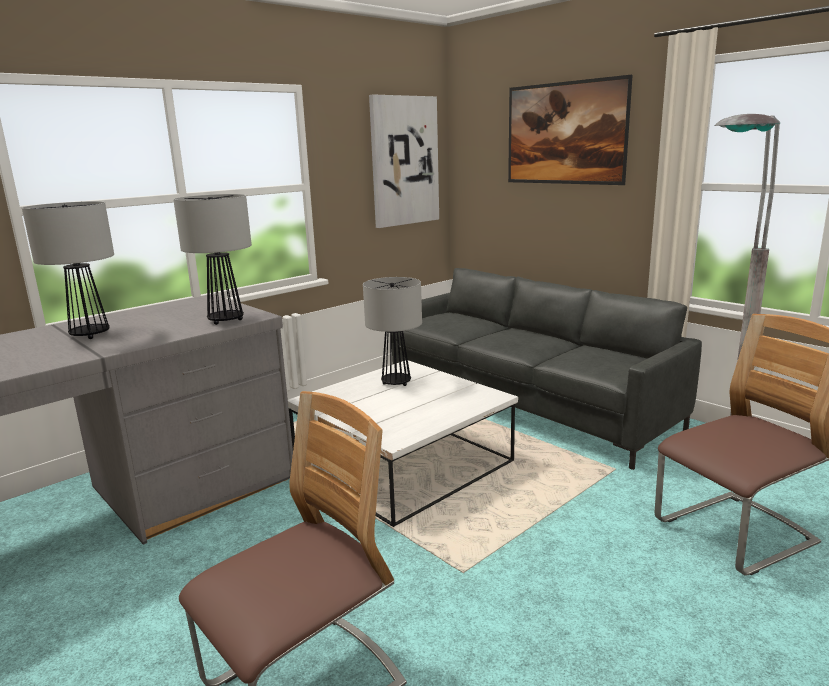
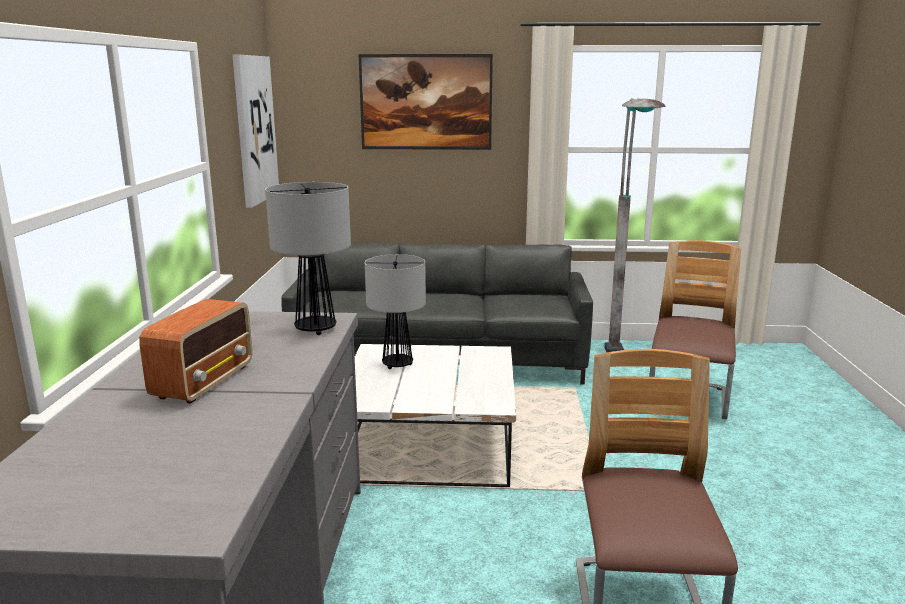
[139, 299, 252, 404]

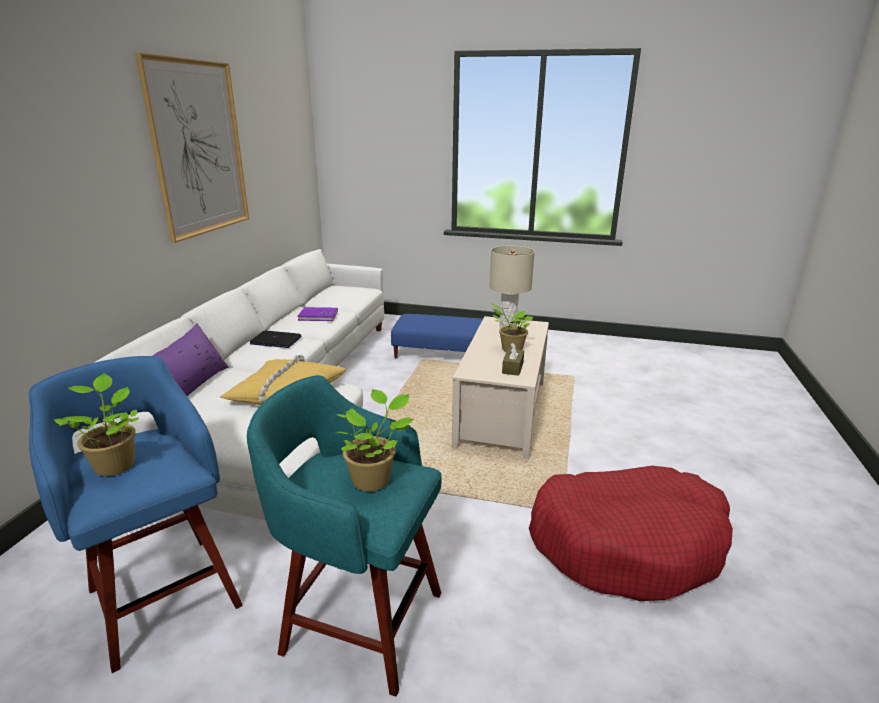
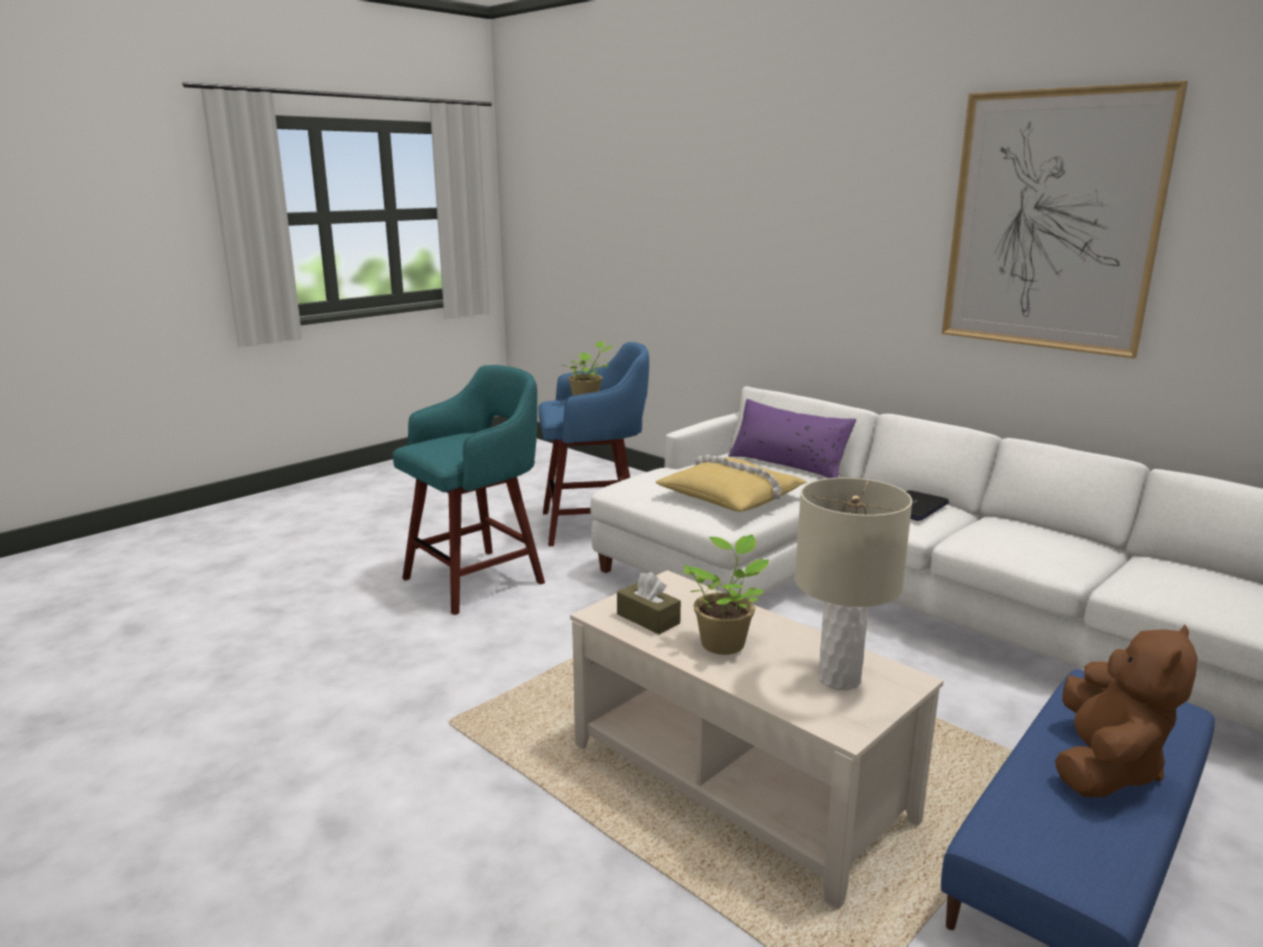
[297, 307, 338, 321] (first image)
[336, 389, 414, 492] (first image)
[529, 466, 733, 601] (first image)
[1055, 624, 1197, 797]

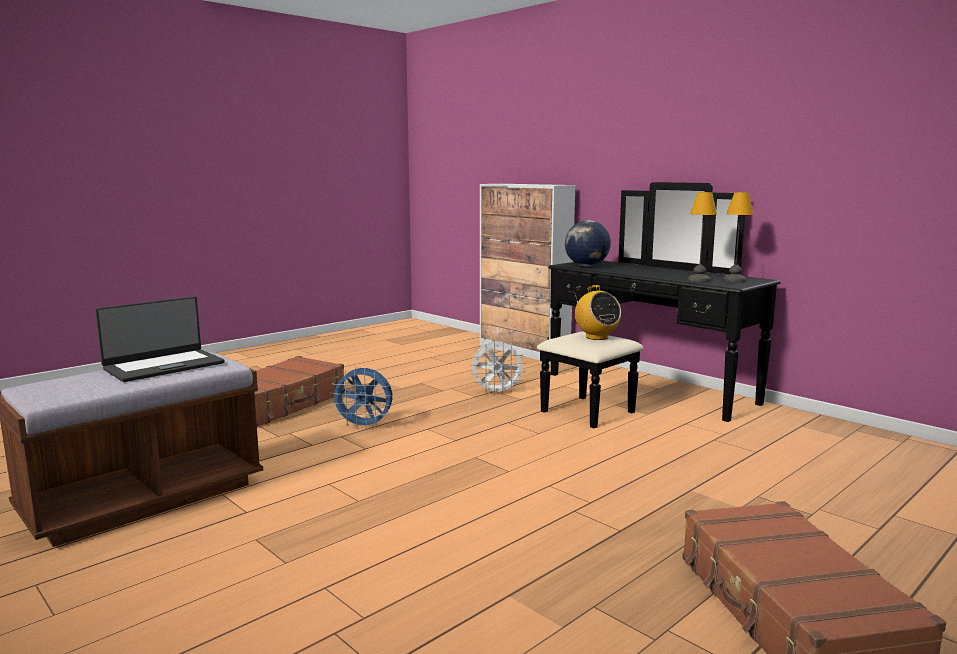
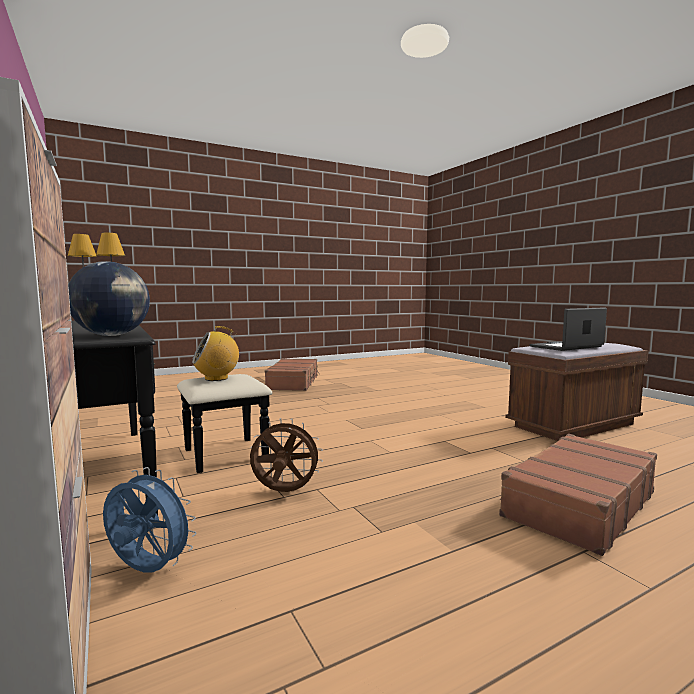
[192, 326, 239, 381]
[250, 418, 323, 492]
[103, 467, 197, 572]

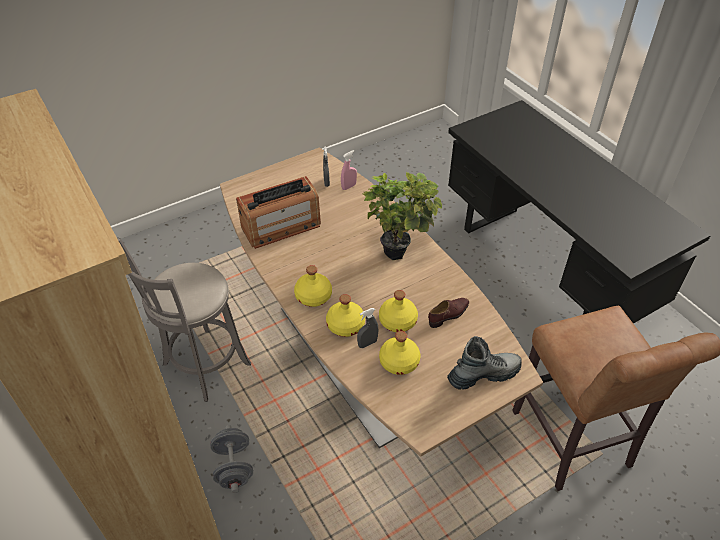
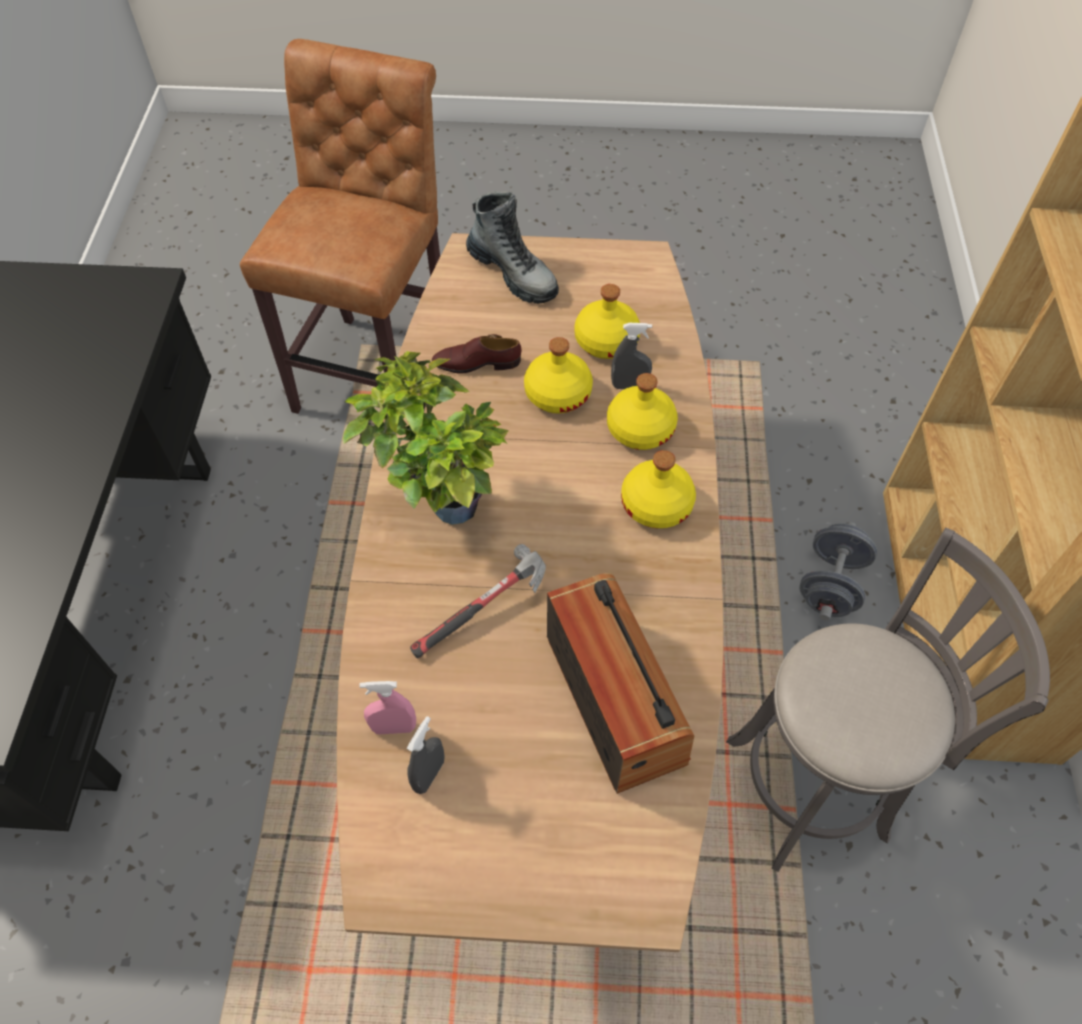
[547, 573, 694, 794]
[466, 191, 559, 304]
[410, 544, 546, 659]

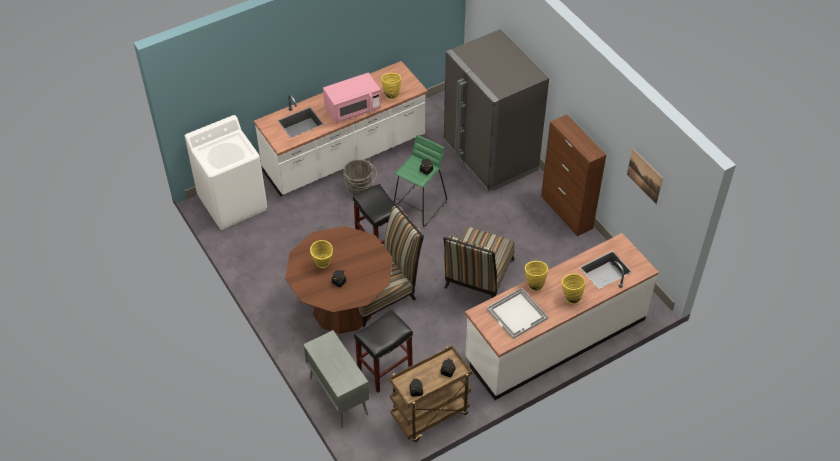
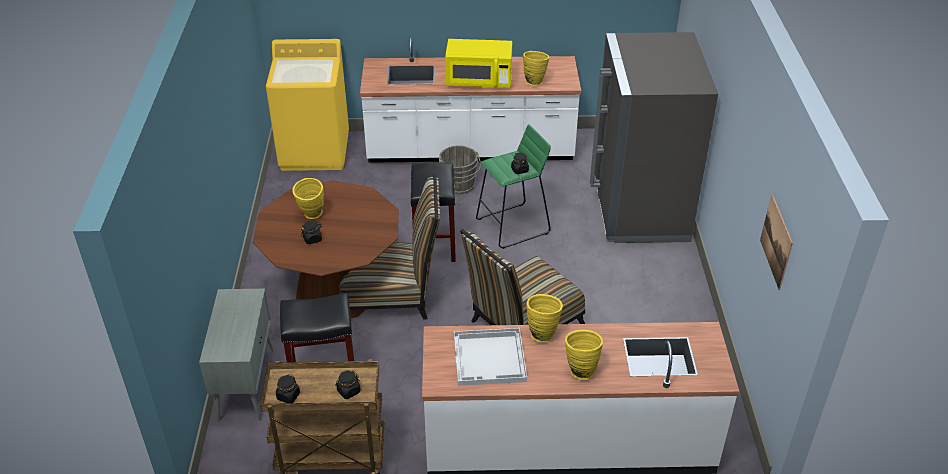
[445, 39, 512, 88]
[541, 114, 606, 236] (first image)
[266, 39, 349, 171]

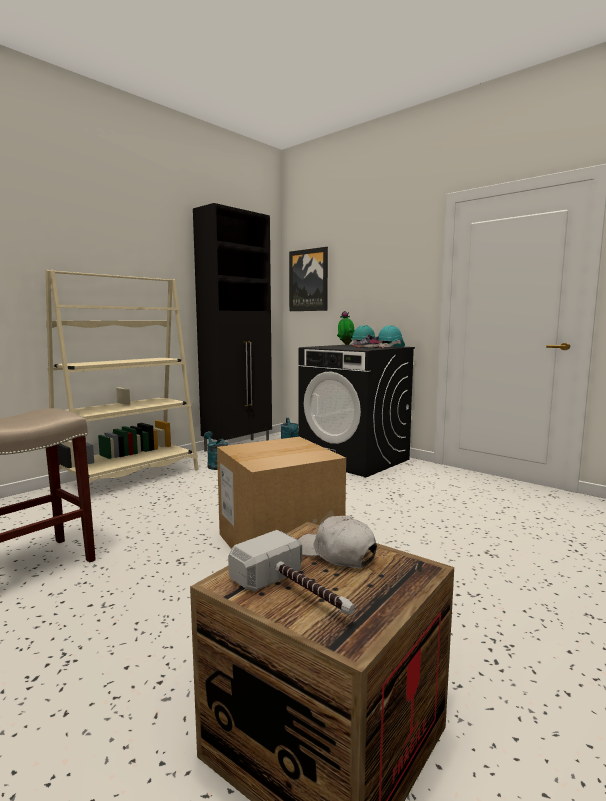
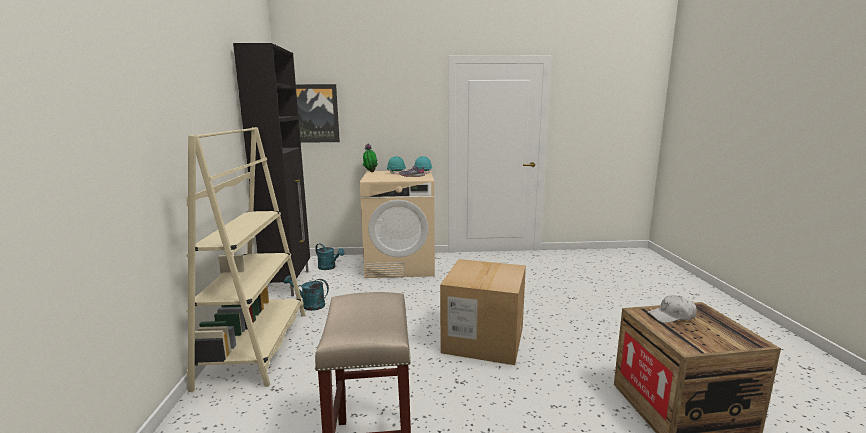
[360, 171, 435, 278]
[228, 530, 355, 615] (first image)

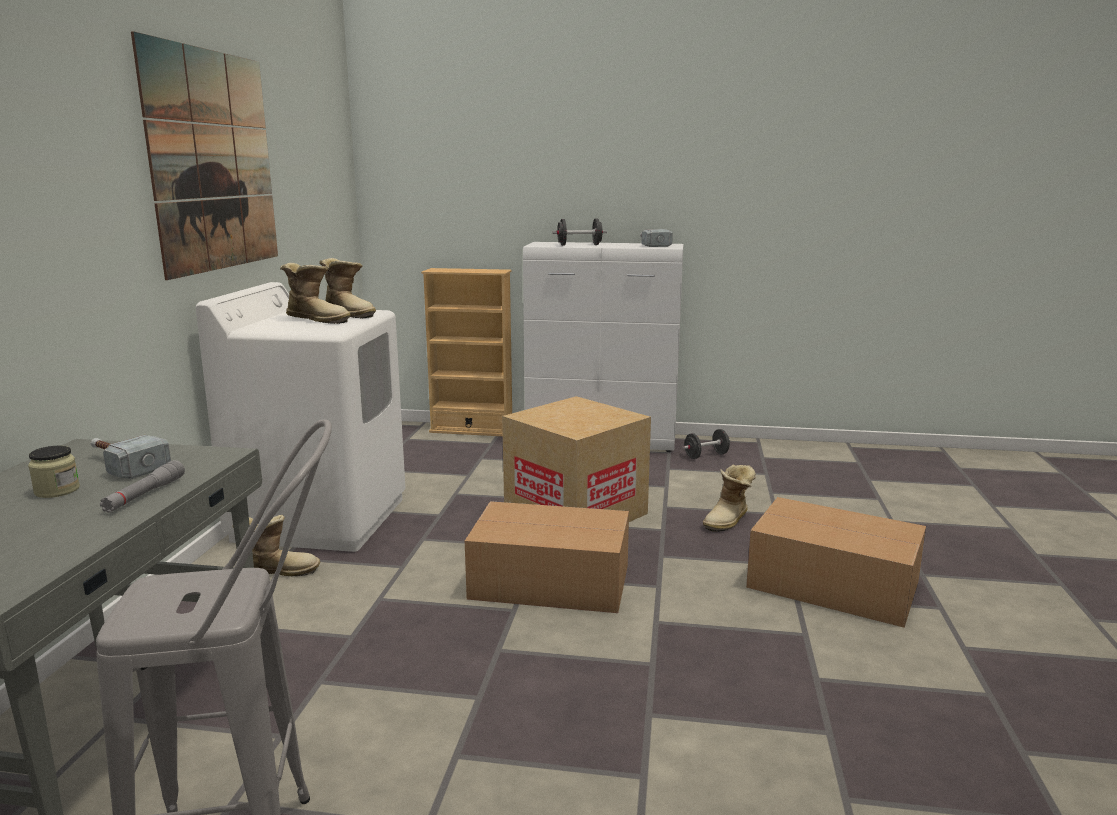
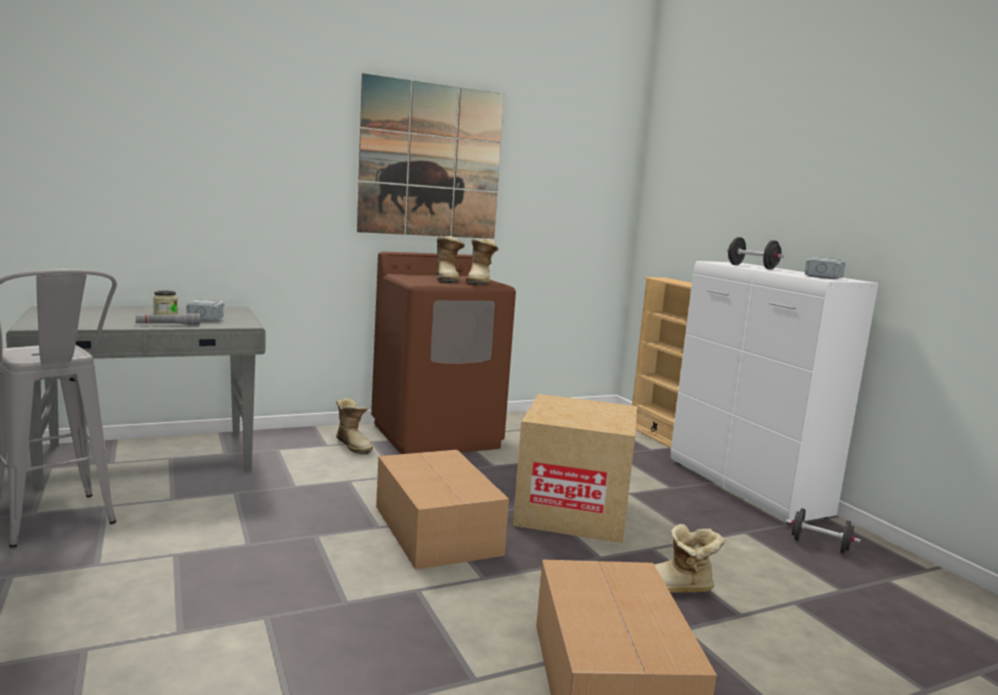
[371, 252, 516, 454]

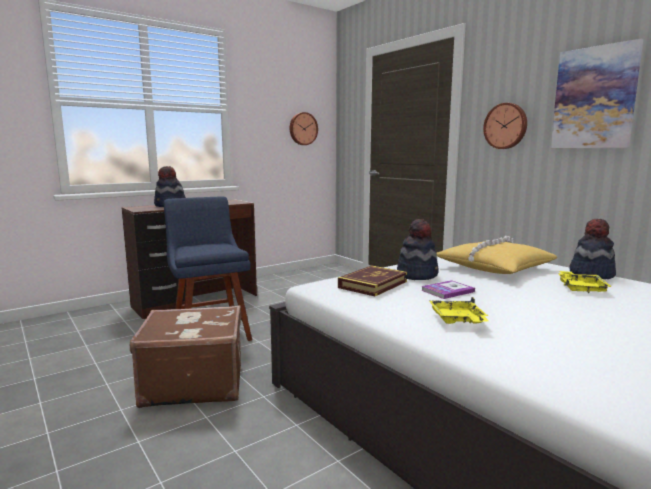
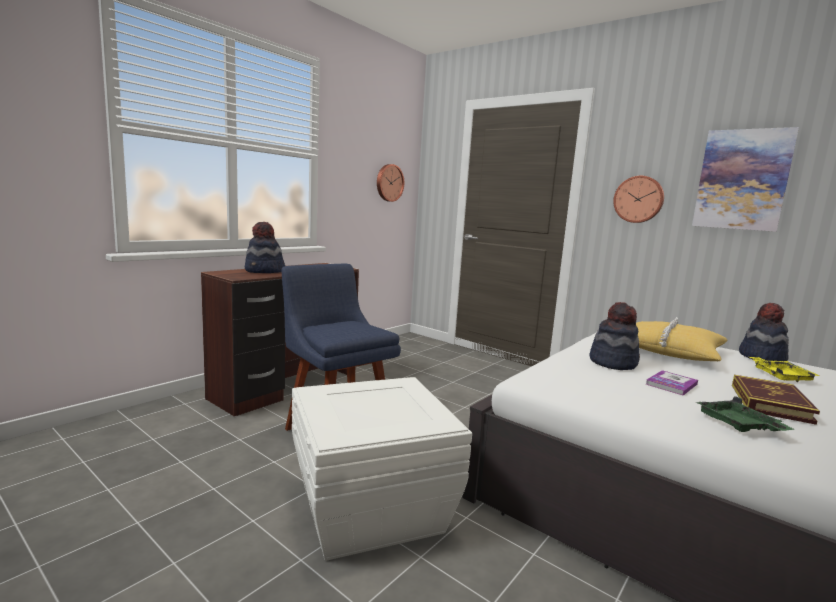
[732, 375, 820, 425]
[696, 396, 794, 432]
[292, 377, 472, 561]

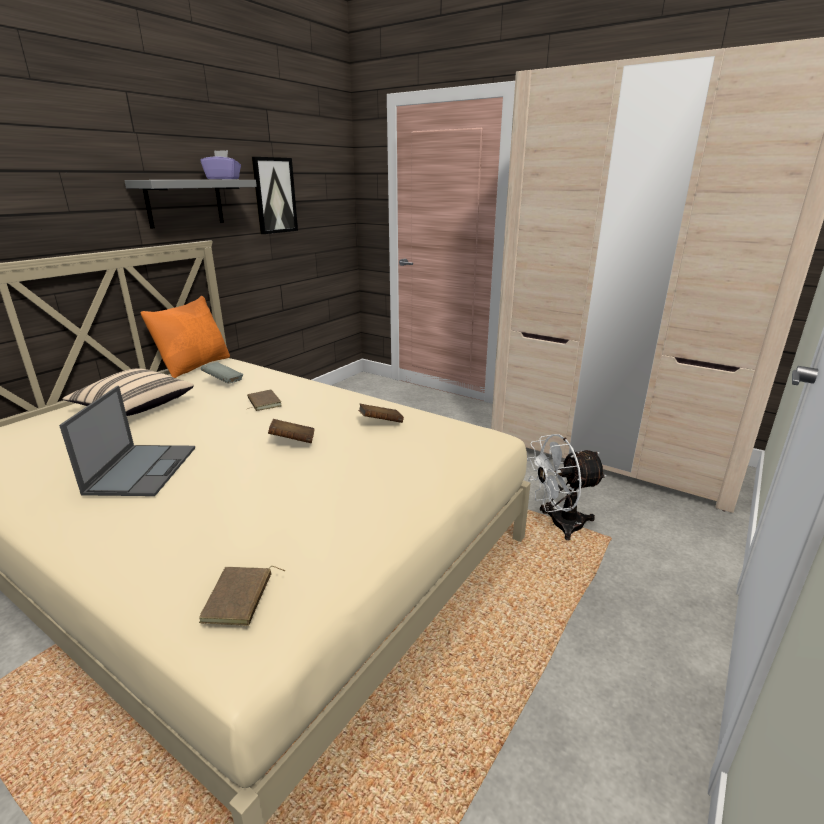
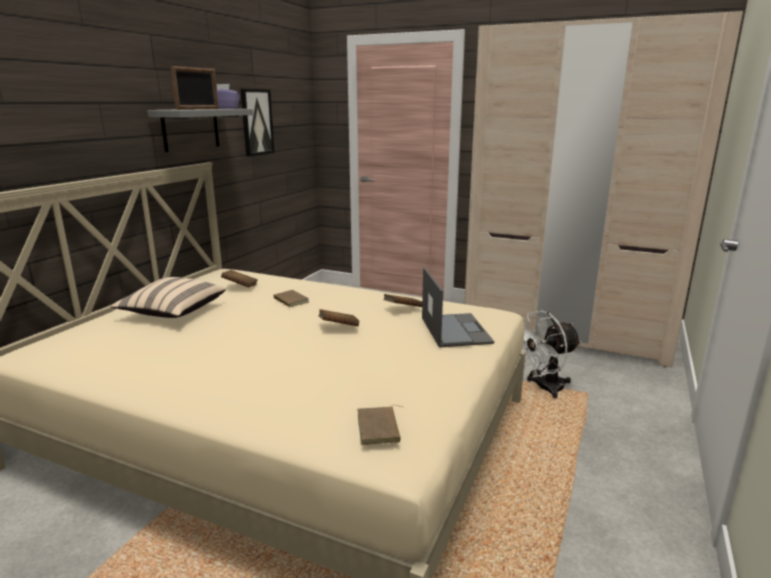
[140, 296, 230, 378] (first image)
[221, 270, 258, 288]
[422, 267, 494, 348]
[170, 66, 219, 110]

